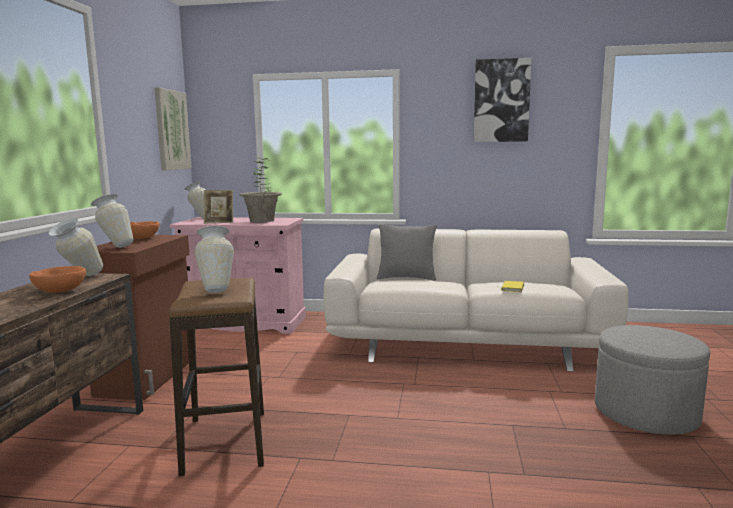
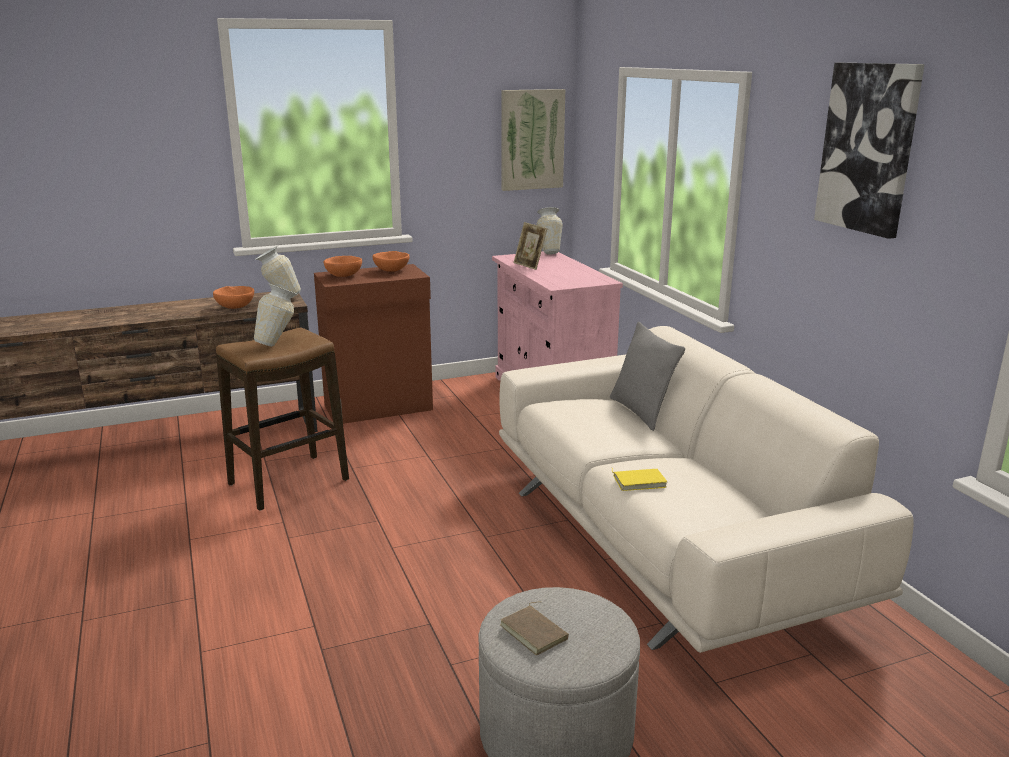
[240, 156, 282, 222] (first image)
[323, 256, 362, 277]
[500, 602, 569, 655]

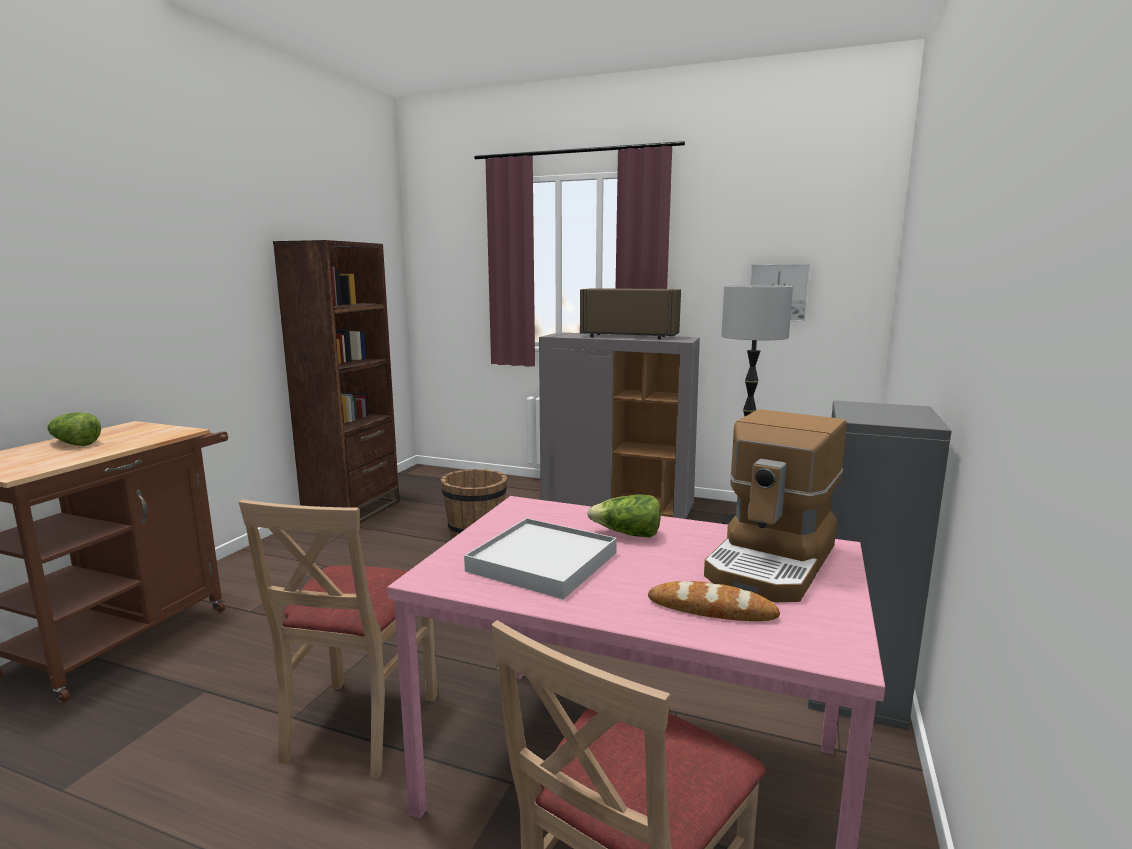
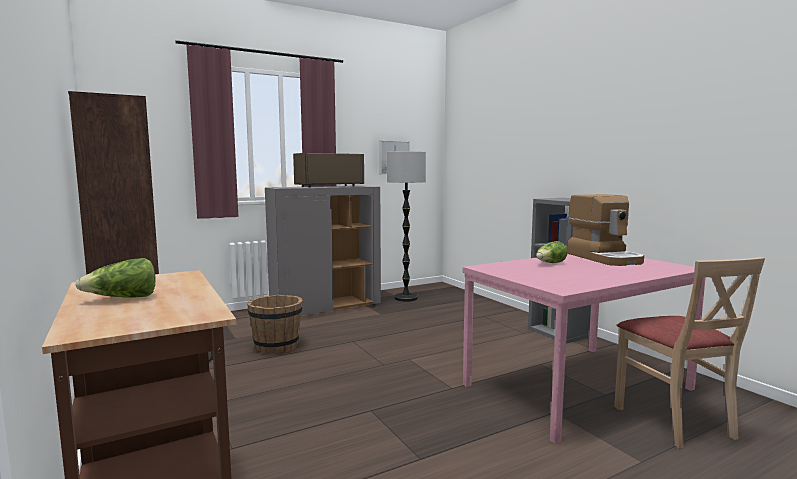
[239, 499, 437, 778] (first image)
[464, 518, 617, 599] (first image)
[648, 581, 780, 621] (first image)

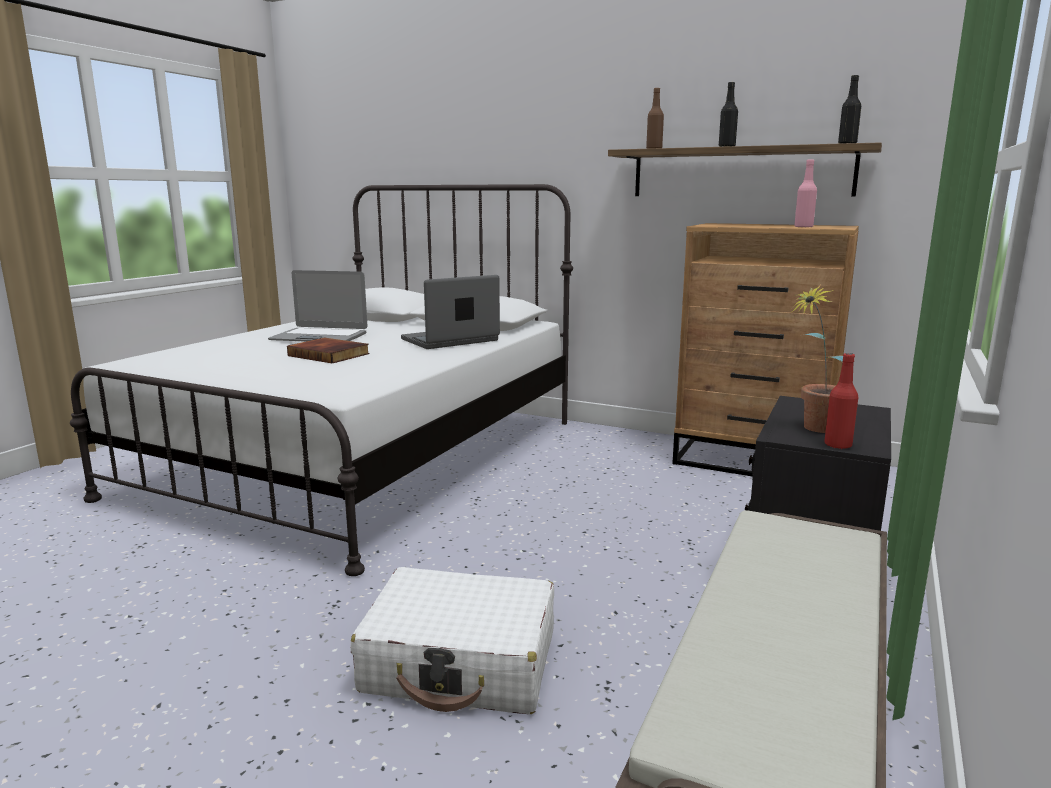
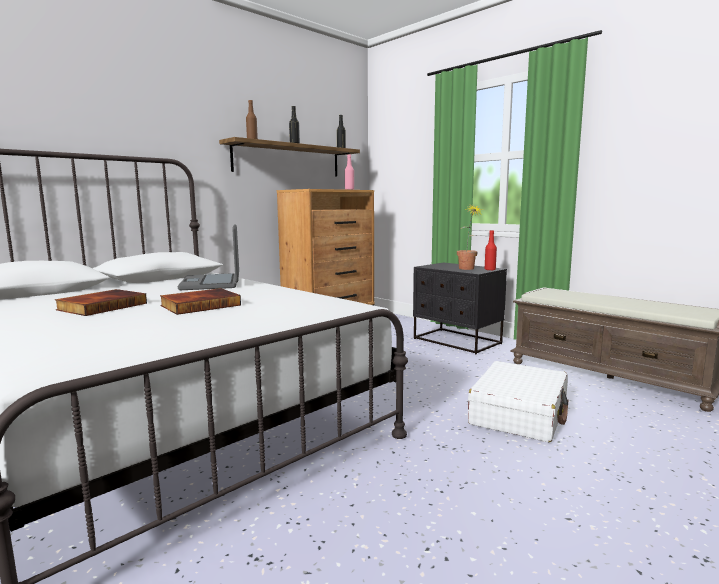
[55, 289, 147, 316]

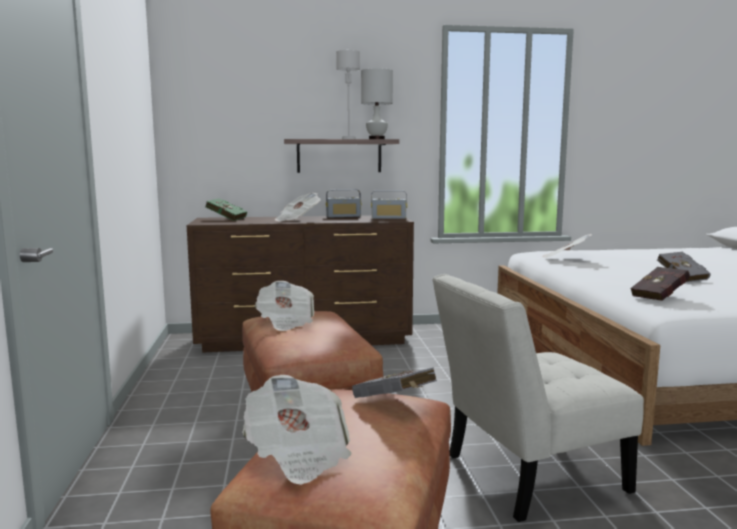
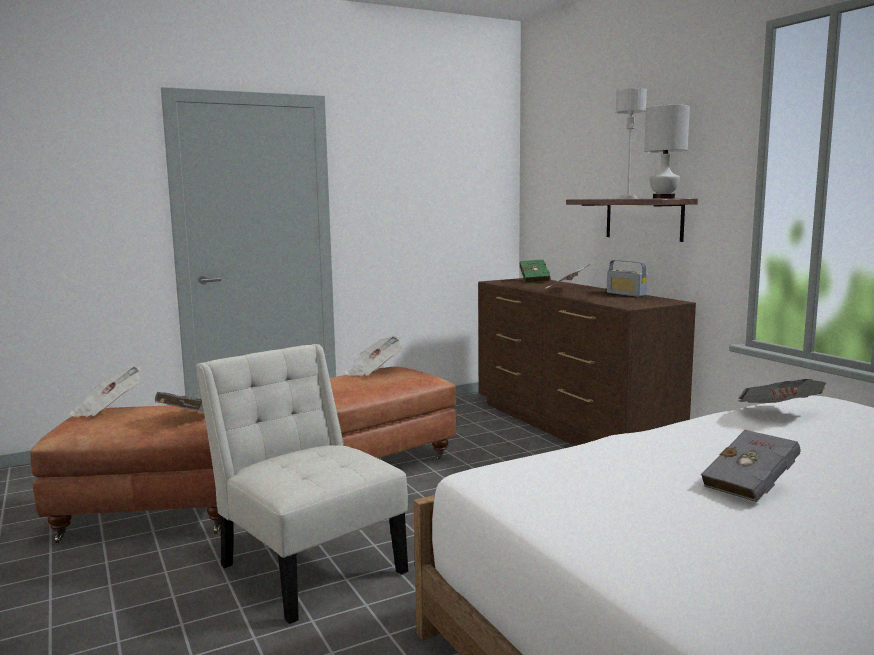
[371, 190, 407, 219] (first image)
[630, 267, 690, 301] (first image)

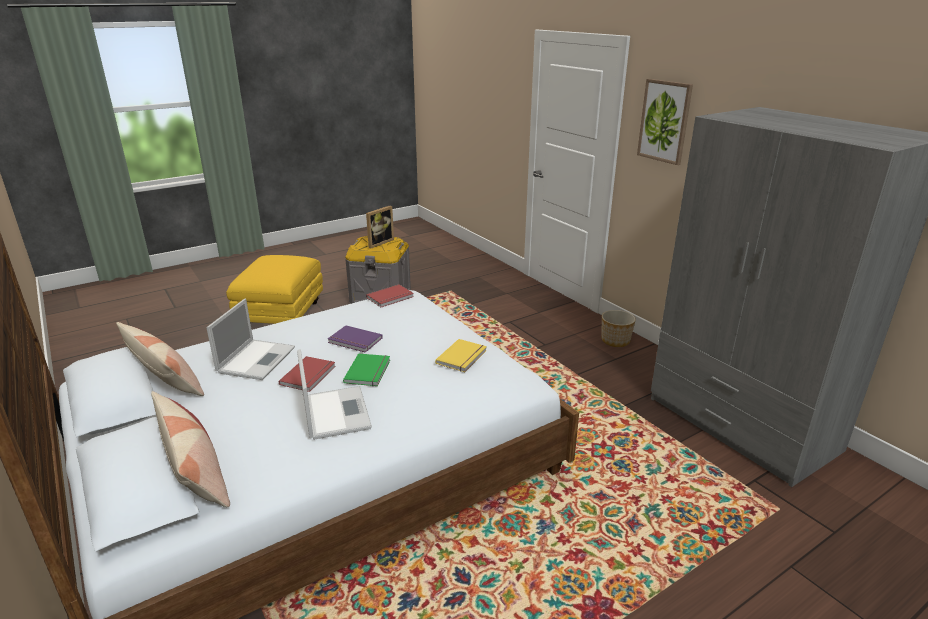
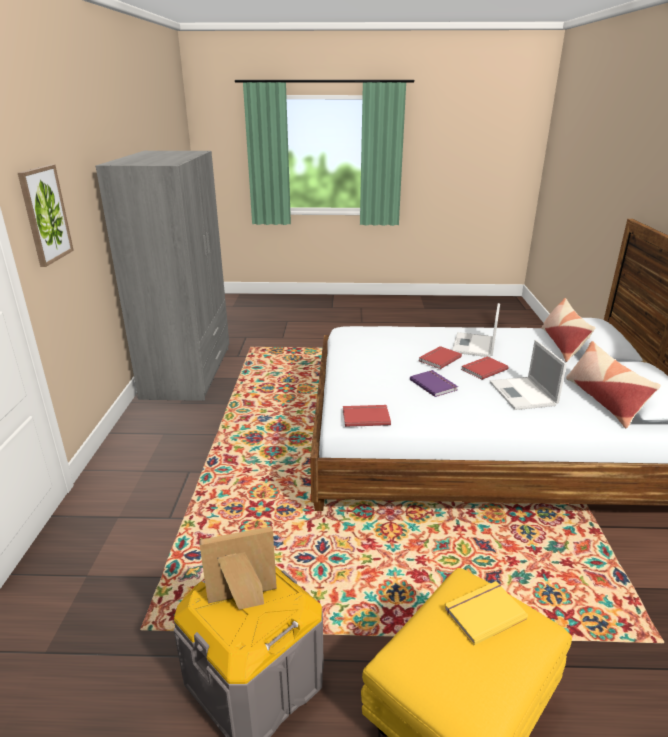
[490, 340, 567, 410]
[602, 310, 636, 347] (first image)
[444, 581, 528, 646]
[419, 346, 462, 369]

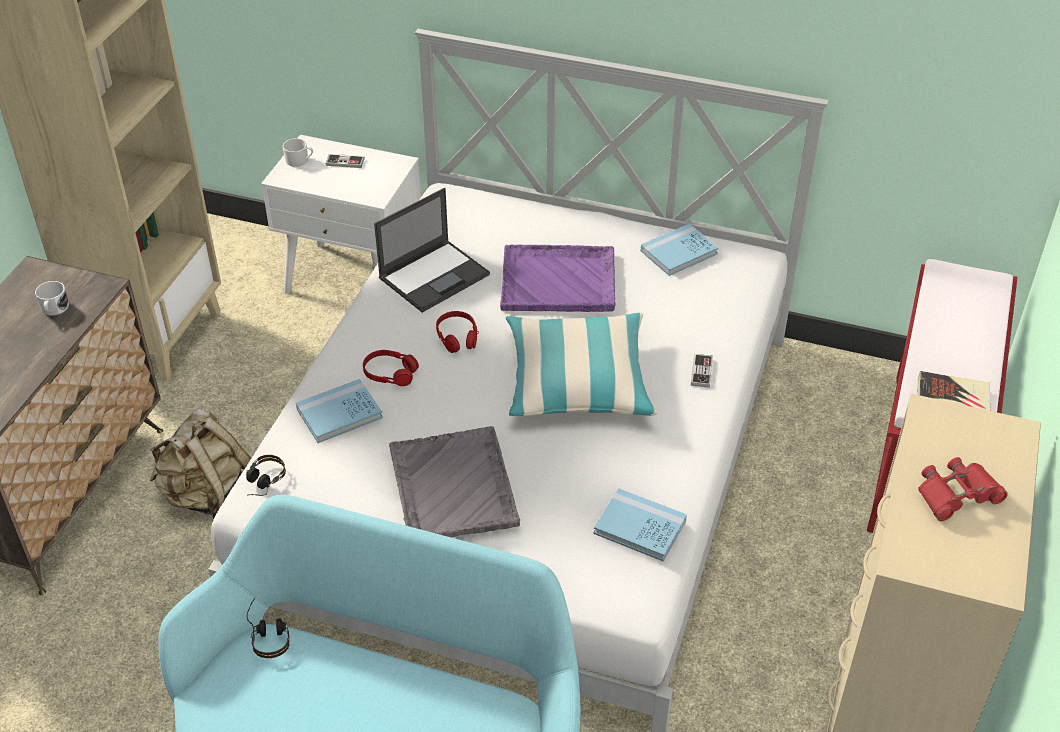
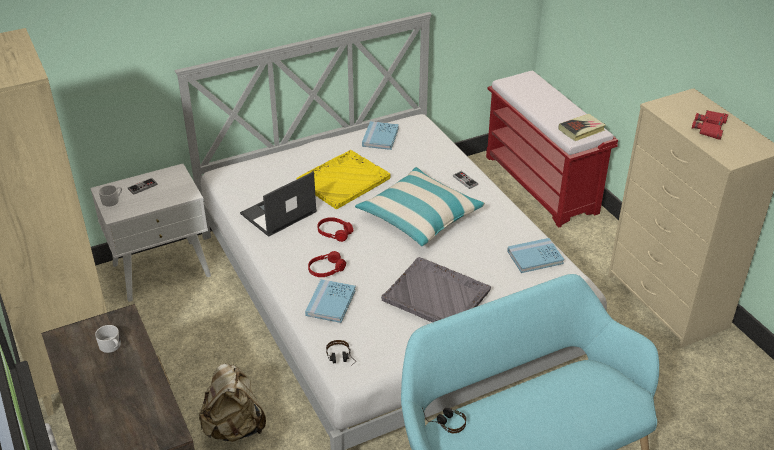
[240, 171, 317, 237]
[296, 150, 391, 209]

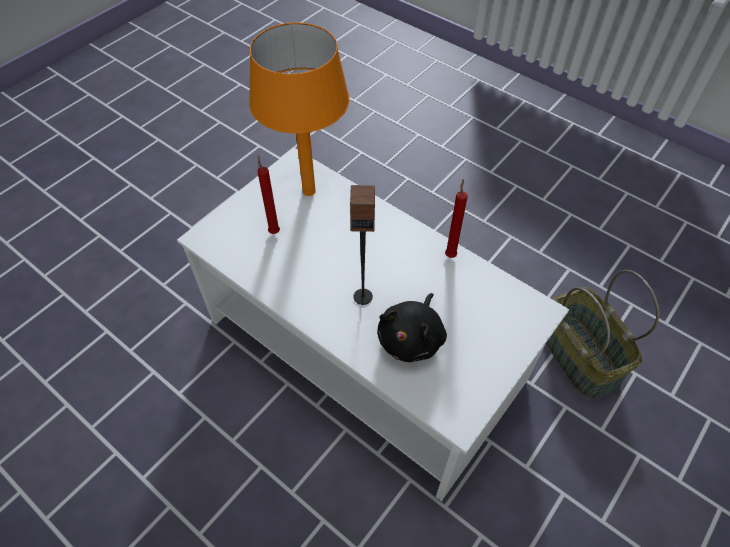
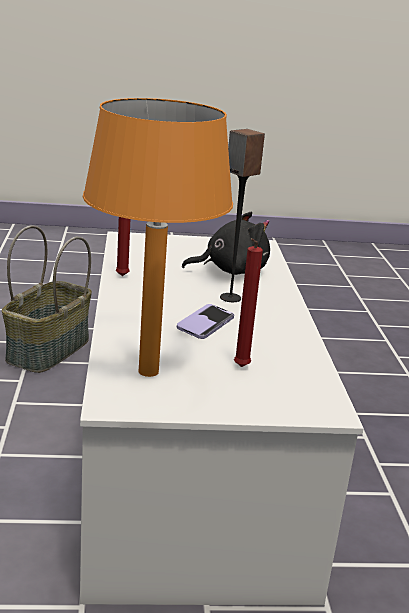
[177, 304, 234, 339]

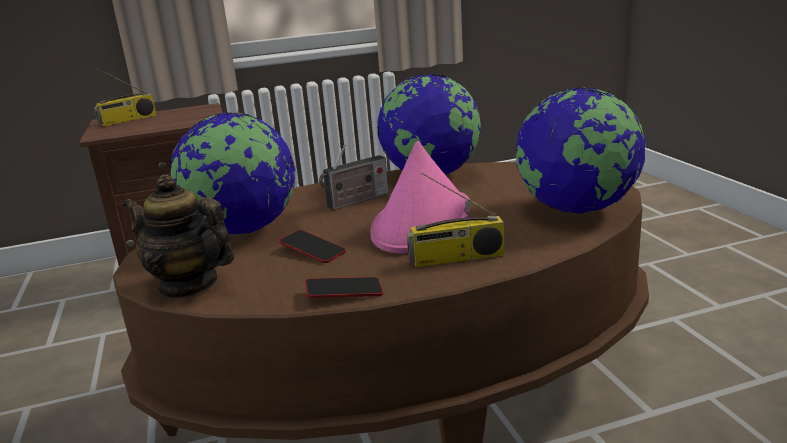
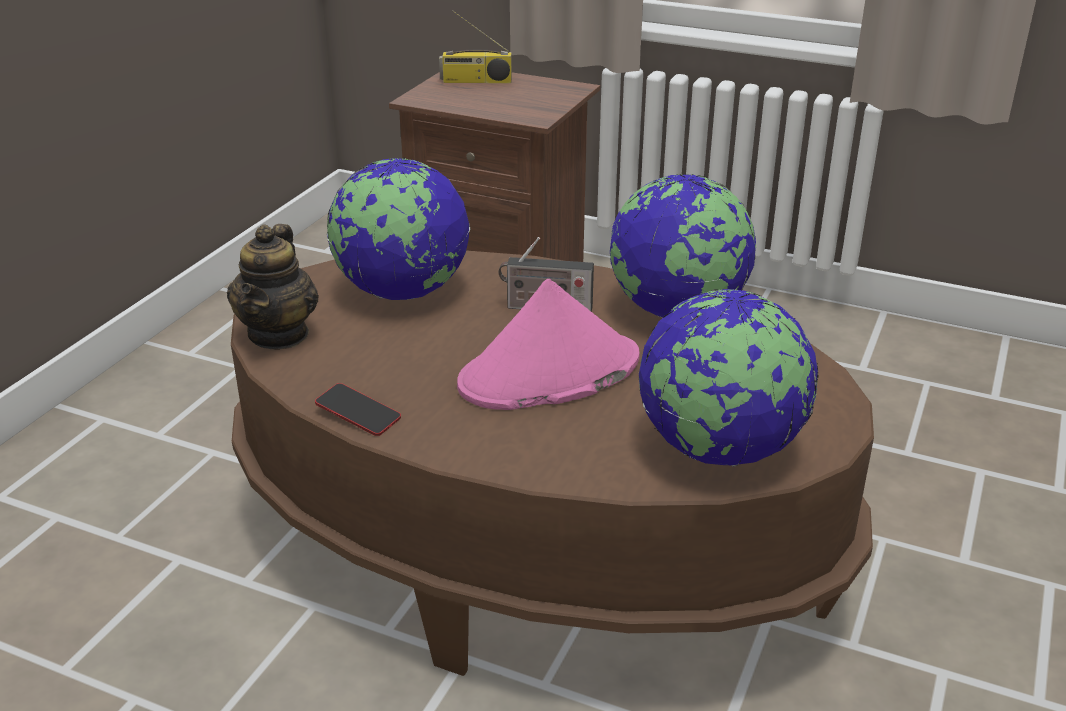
[407, 173, 505, 267] (first image)
[227, 224, 319, 349]
[279, 230, 346, 263] (first image)

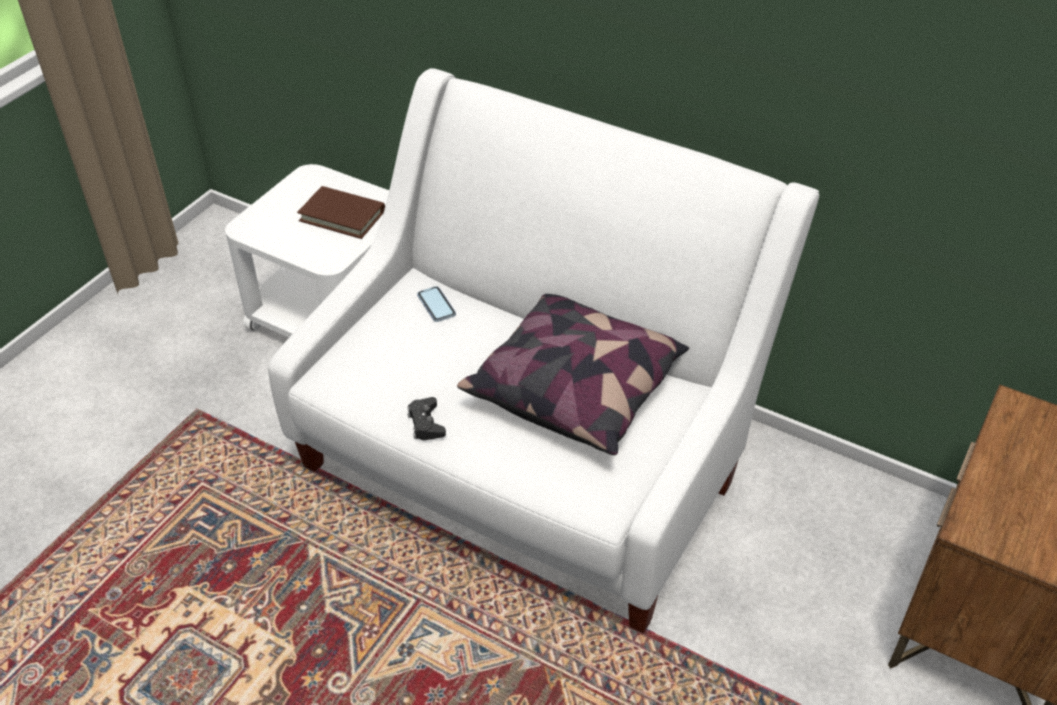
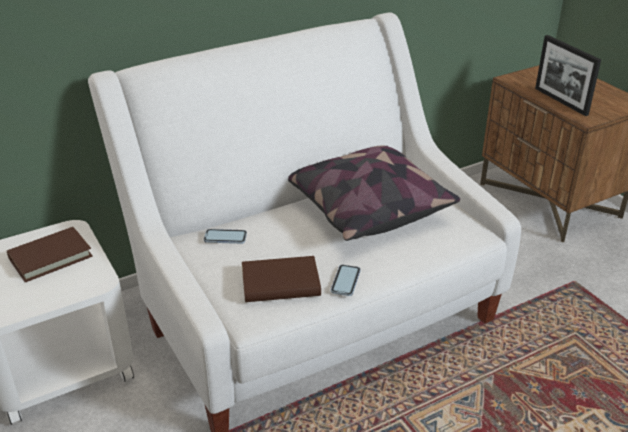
[331, 265, 361, 296]
[535, 35, 601, 116]
[242, 256, 321, 302]

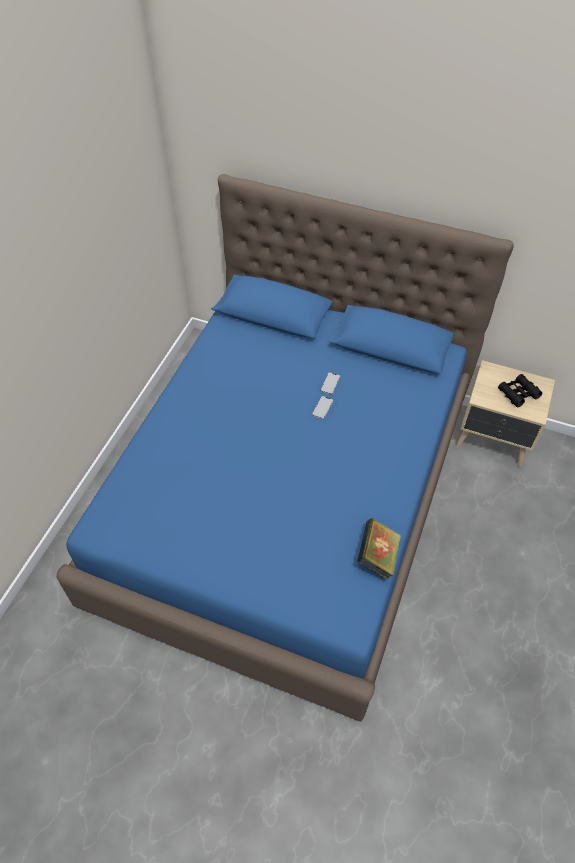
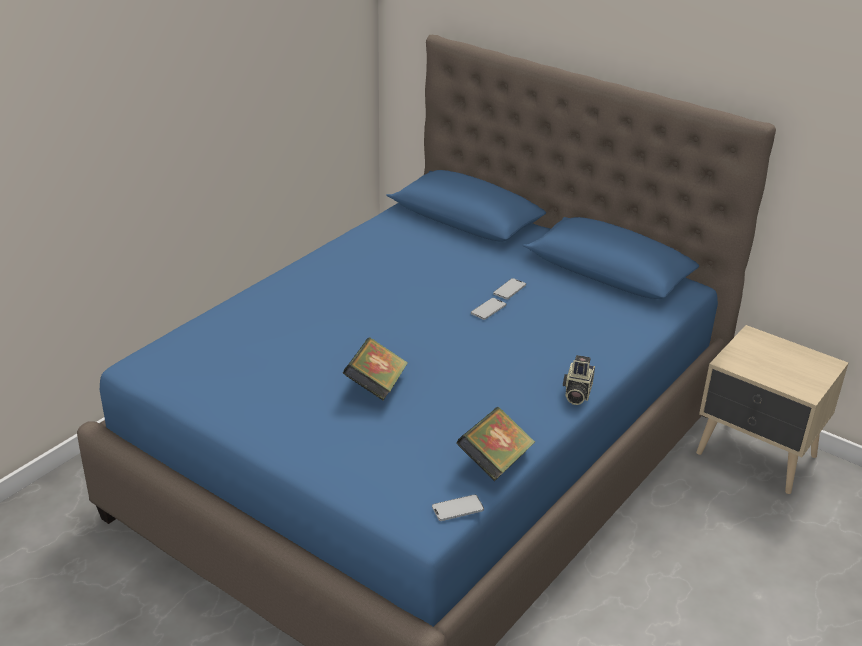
[498, 374, 542, 407] (first image)
[343, 337, 408, 401]
[563, 355, 595, 405]
[432, 494, 484, 521]

